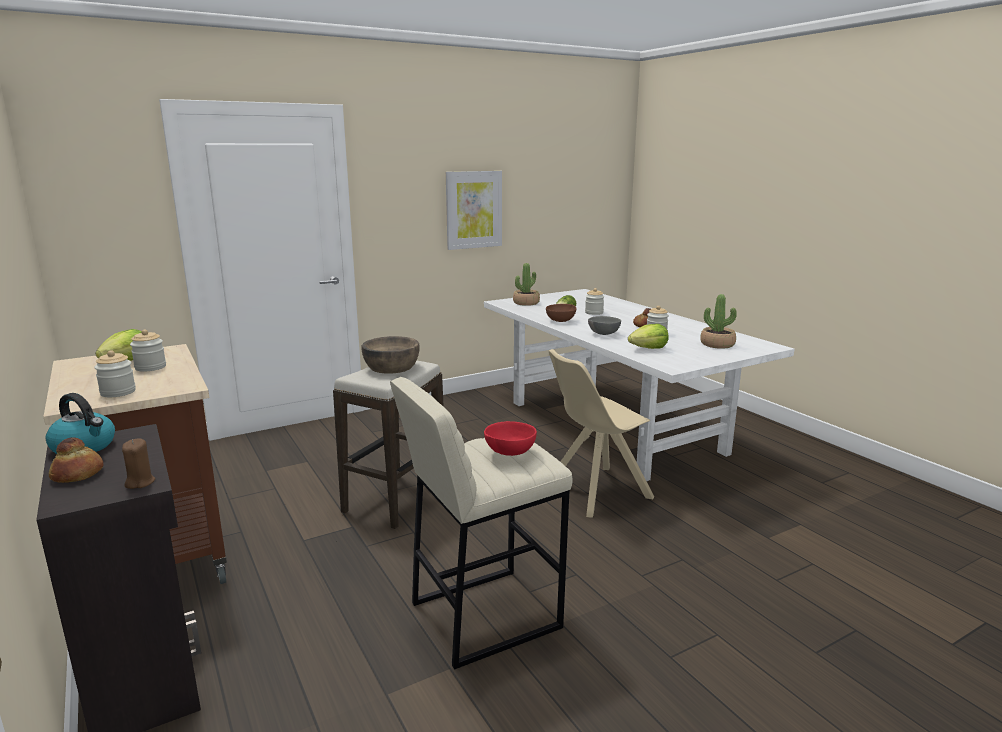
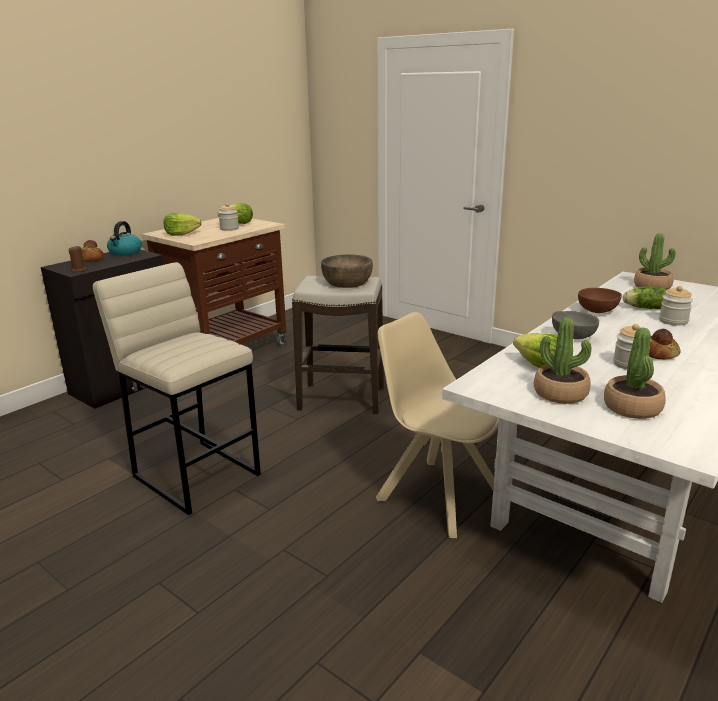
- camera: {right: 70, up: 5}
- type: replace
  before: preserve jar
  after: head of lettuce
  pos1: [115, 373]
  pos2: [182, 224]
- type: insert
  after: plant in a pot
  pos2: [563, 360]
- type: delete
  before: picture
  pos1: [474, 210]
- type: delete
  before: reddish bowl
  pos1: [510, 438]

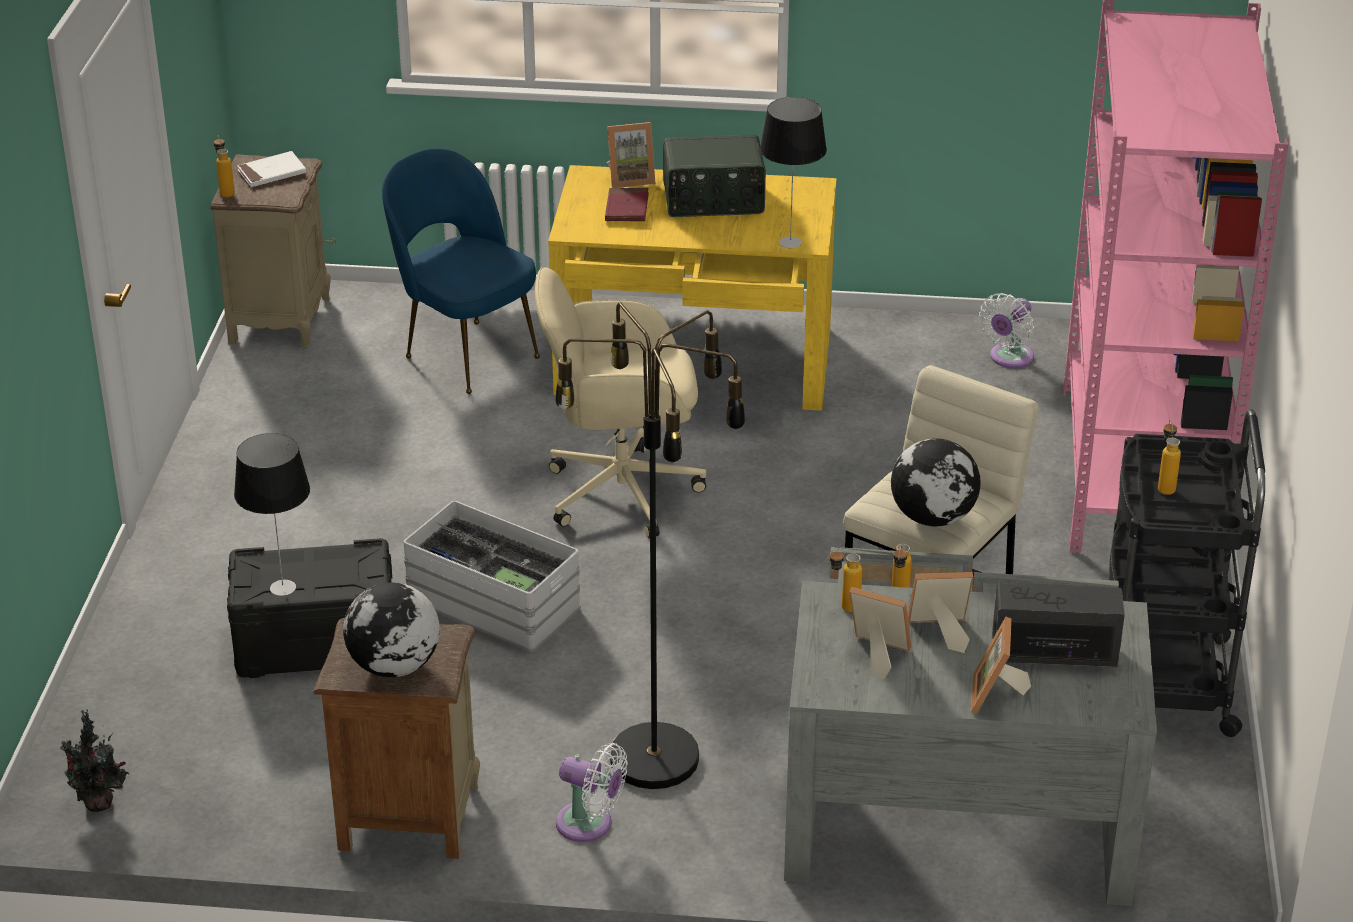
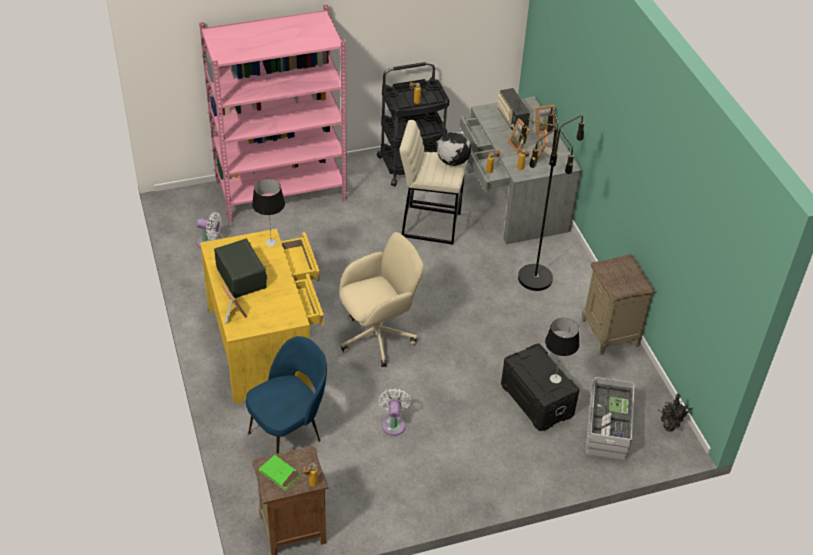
- camera: {right: -115, up: 10}
- type: rotate
  before: blue chair
  pos1: [461, 271]
  pos2: [286, 394]
  turn: -150
- type: recolor
  before: white book
  after: green book
  pos1: [271, 169]
  pos2: [280, 472]
- type: rotate
  before: beige office chair
  pos1: [620, 402]
  pos2: [381, 299]
  turn: -90
- type: move
  before: white cooling fan
  pos1: [592, 792]
  pos2: [395, 412]
- type: move
  before: gray storage box
  pos1: [492, 576]
  pos2: [610, 419]
- type: delete
  before: globe
  pos1: [391, 630]
- type: delete
  before: reddish book
  pos1: [627, 204]

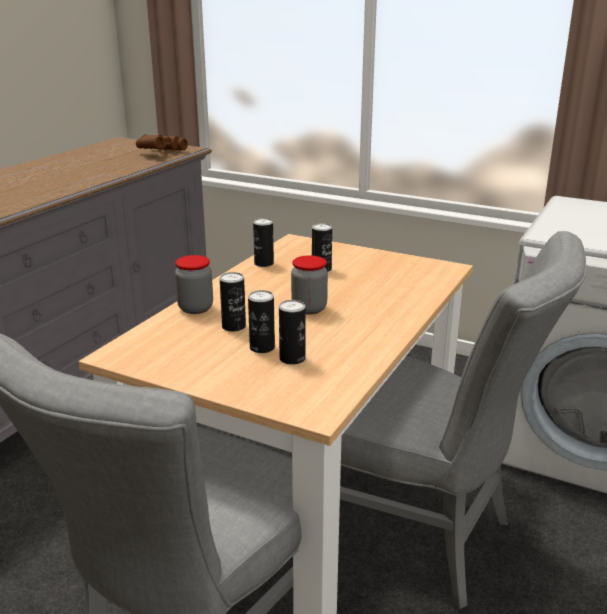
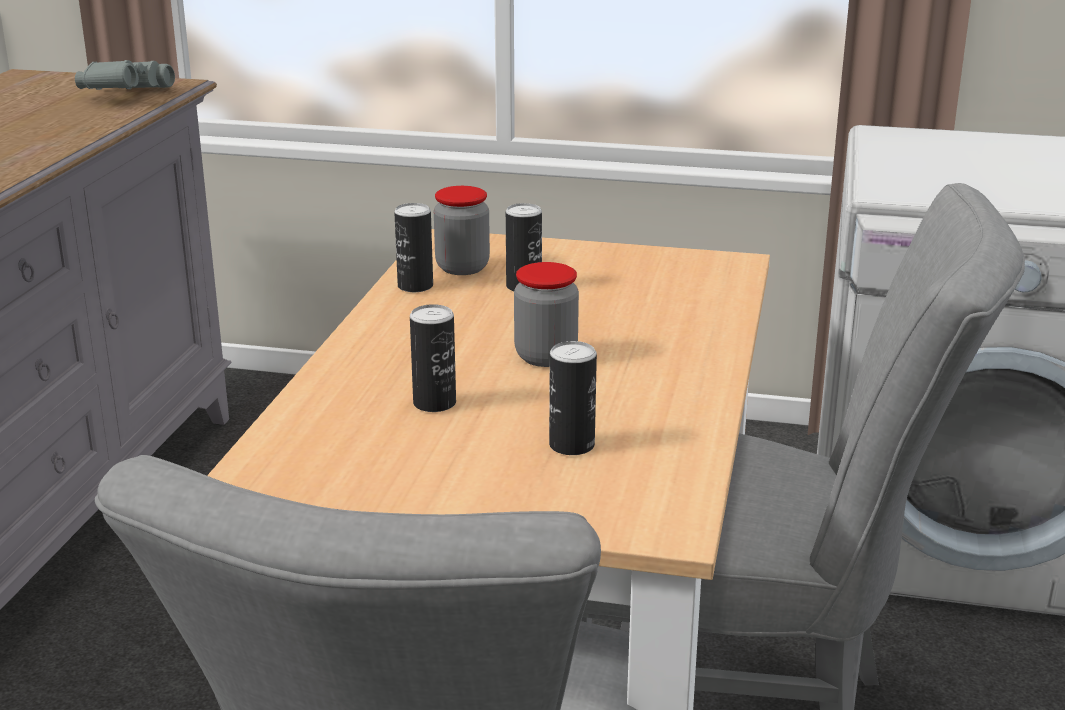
- camera: {right: -15, up: 0}
- type: recolor
  before: brown pair of binoculars
  after: gray pair of binoculars
  pos1: [162, 142]
  pos2: [125, 75]
- type: move
  before: preserve jar
  pos1: [194, 284]
  pos2: [462, 230]
- type: delete
  before: metal can
  pos1: [261, 321]

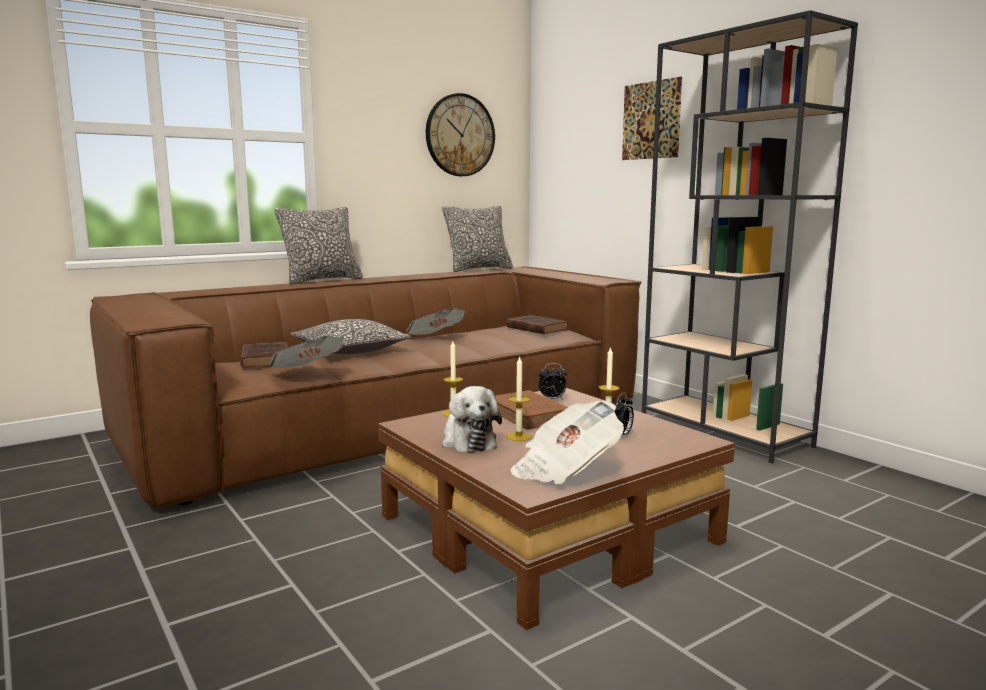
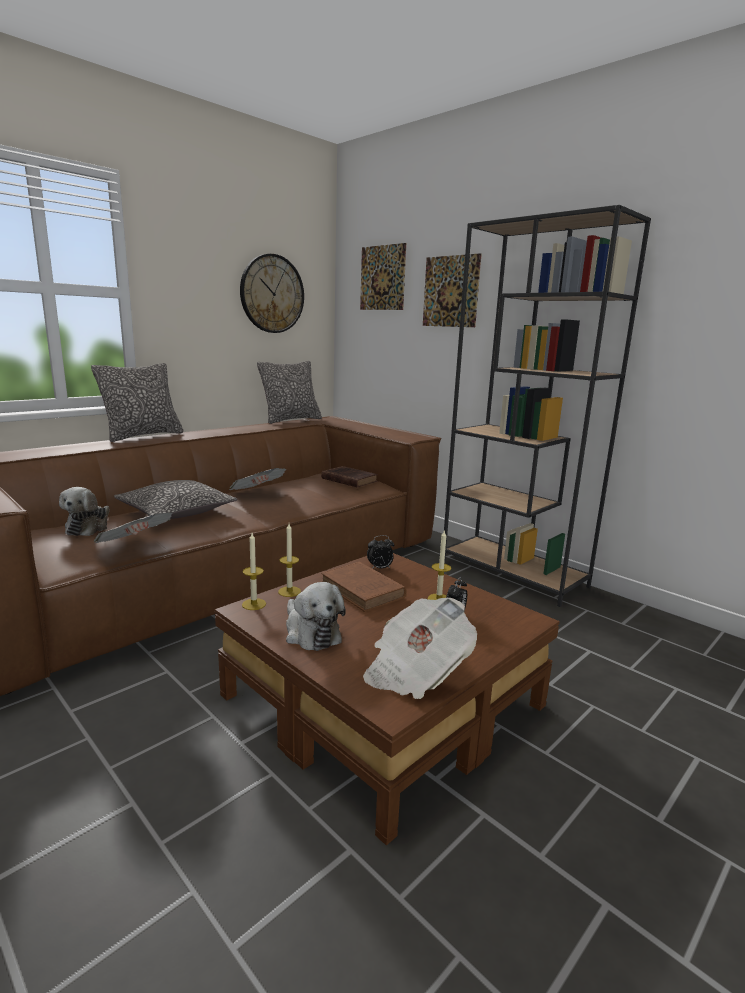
- camera: {right: -10, up: 5}
- type: replace
  before: brown book
  after: plush toy
  pos1: [264, 355]
  pos2: [84, 511]
- type: move
  before: wax candle
  pos1: [519, 398]
  pos2: [254, 571]
- type: insert
  after: picture
  pos2: [383, 276]

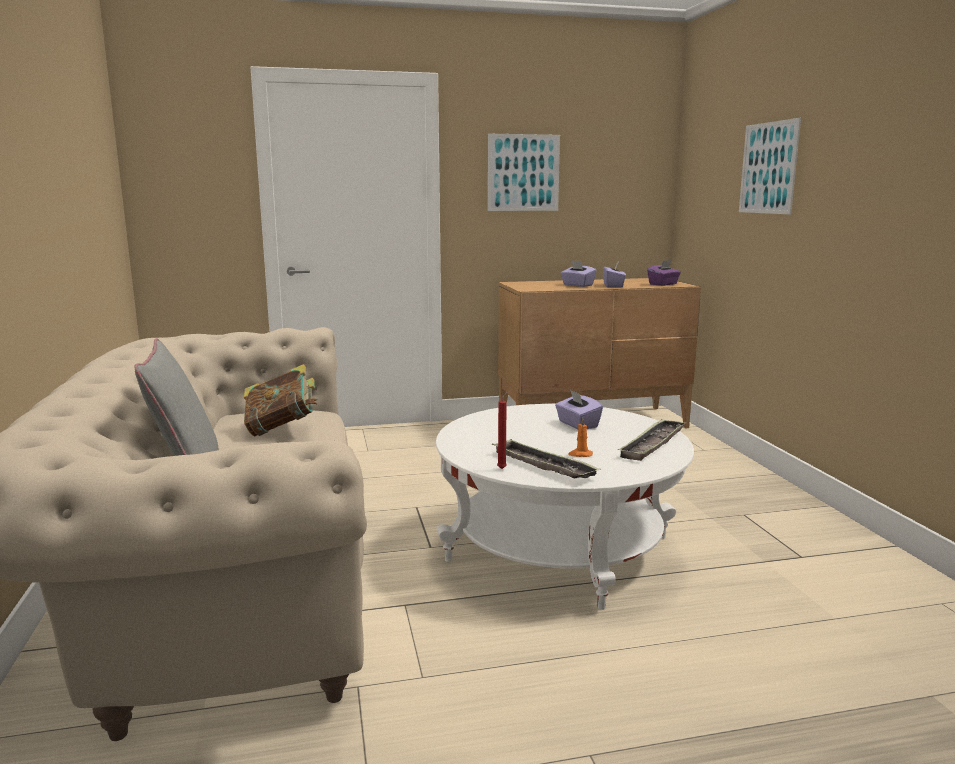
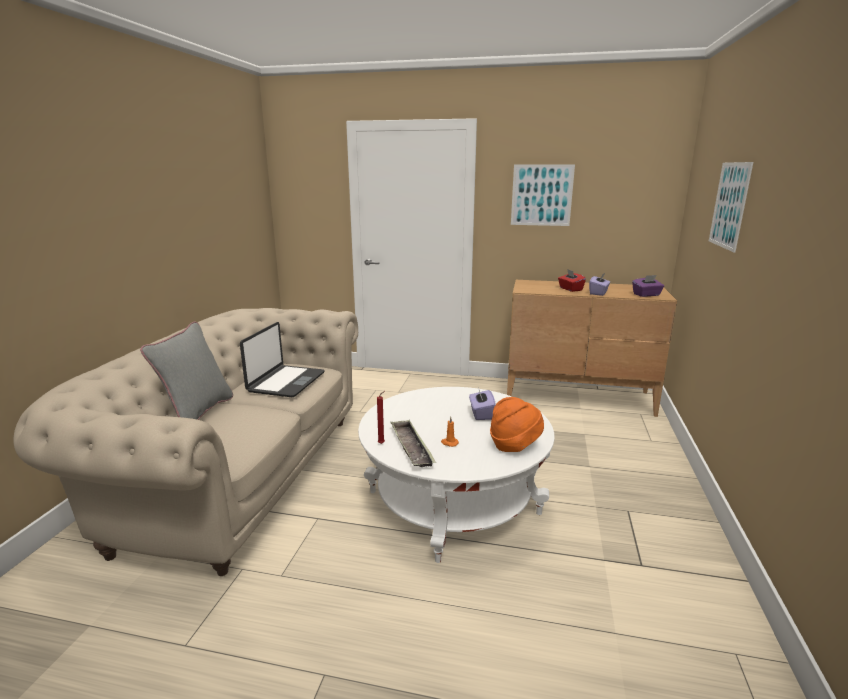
- camera: {right: 25, up: 5}
- type: replace
  before: book
  after: portable computer
  pos1: [280, 400]
  pos2: [282, 359]
- type: replace
  before: carrying tray
  after: orange hat
  pos1: [652, 440]
  pos2: [517, 424]
- type: recolor
  before: purplish tissue holder
  after: reddish tissue holder
  pos1: [579, 273]
  pos2: [572, 280]

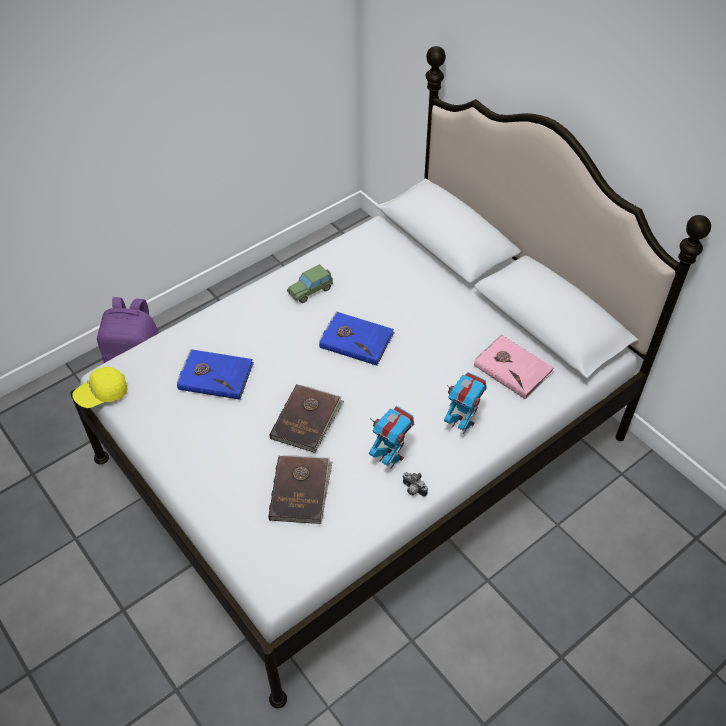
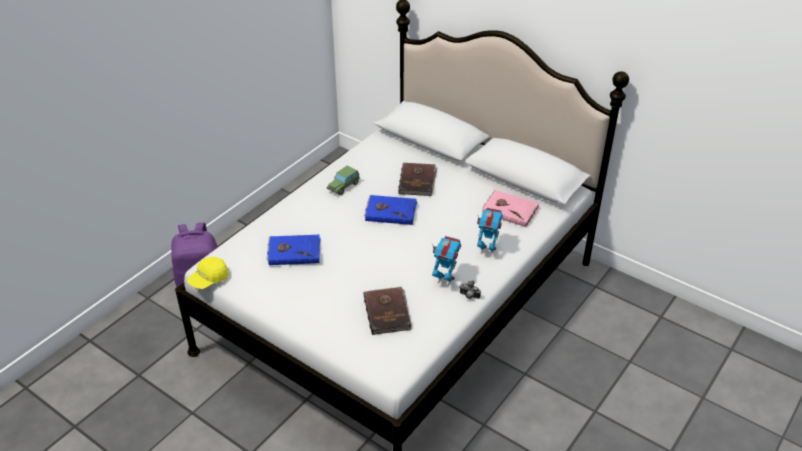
- camera: {right: -15, up: -10}
- type: move
  before: brown book
  pos1: [306, 418]
  pos2: [418, 179]

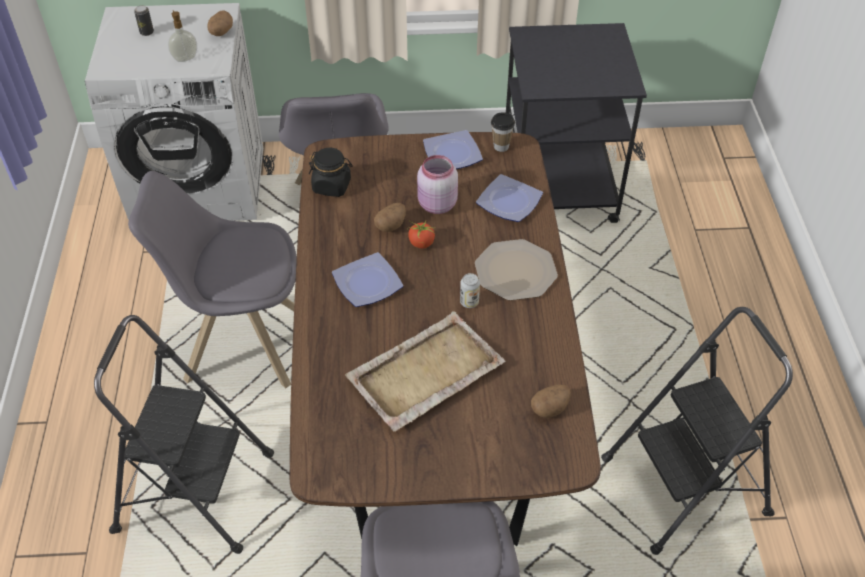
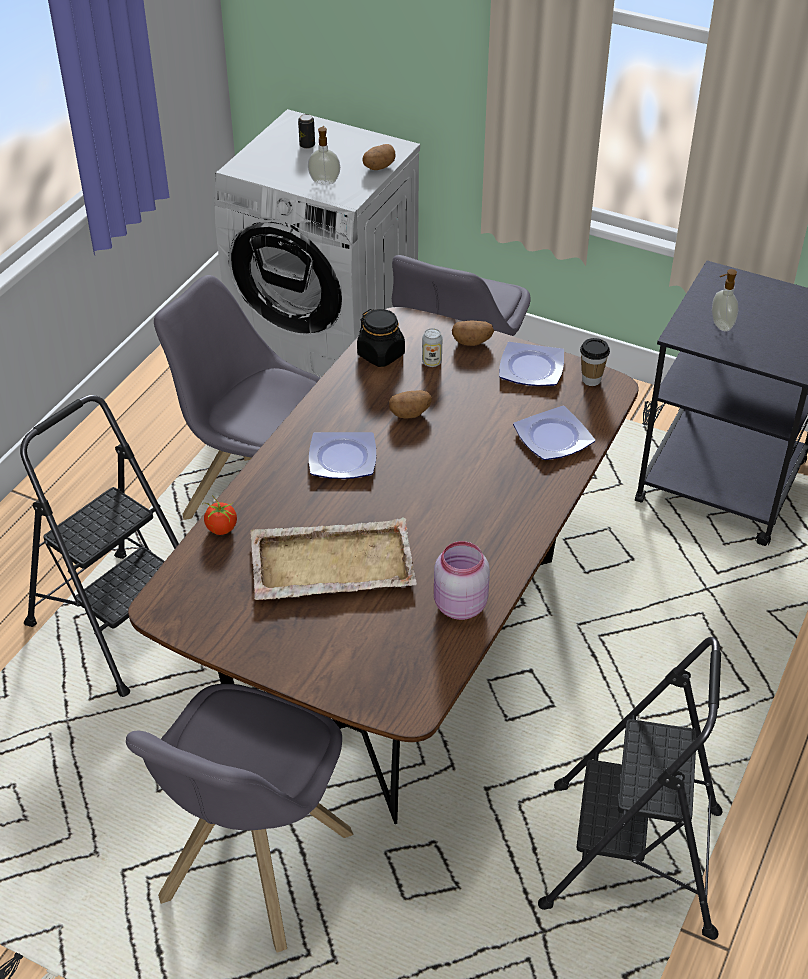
- camera: {right: 30, up: -5}
- type: move
  before: whole tomato
  pos1: [421, 235]
  pos2: [219, 515]
- type: move
  before: metal can
  pos1: [470, 290]
  pos2: [432, 347]
- type: move
  before: pinkish preserve jar
  pos1: [437, 184]
  pos2: [462, 580]
- type: move
  before: spud
  pos1: [551, 401]
  pos2: [473, 333]
- type: insert
  after: liquid soap bottle
  pos2: [725, 300]
- type: delete
  before: flat dish
  pos1: [516, 270]

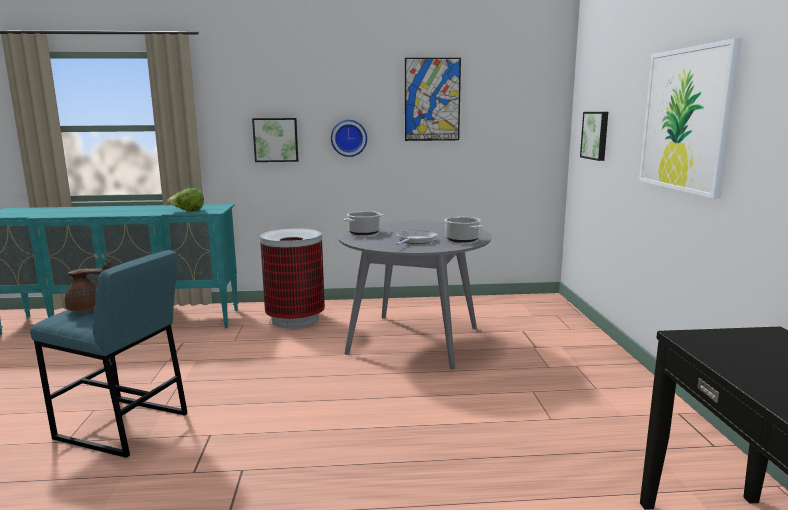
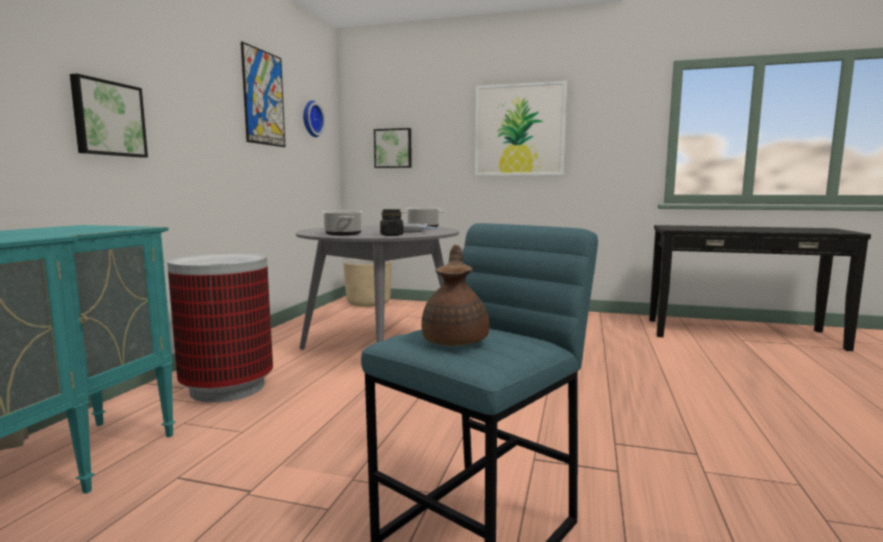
- camera: {right: -70, up: -5}
- type: move
  before: hanging clock
  pos1: [349, 138]
  pos2: [314, 118]
- type: insert
  after: beige plant pot
  pos2: [367, 283]
- type: insert
  after: black preserve jar
  pos2: [392, 222]
- type: delete
  before: head of lettuce
  pos1: [185, 199]

